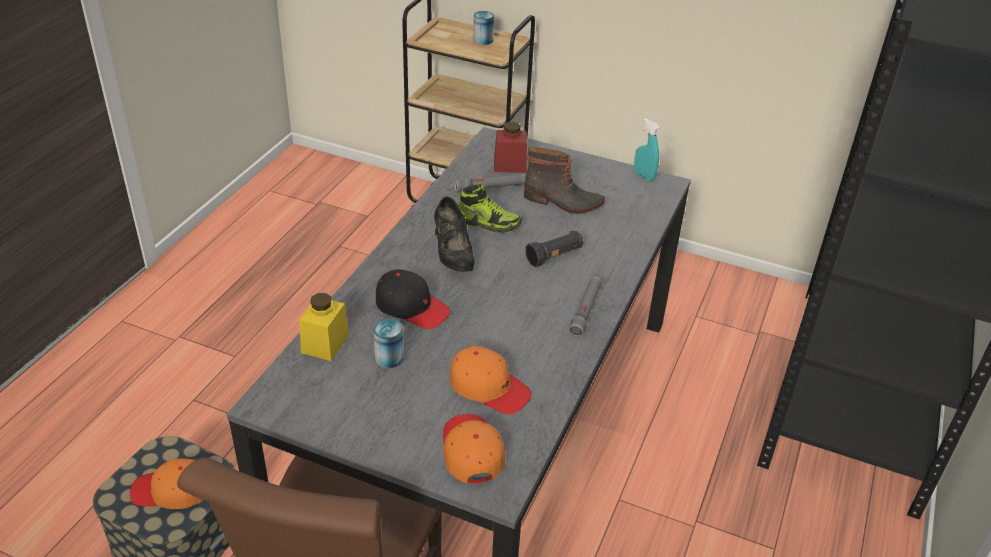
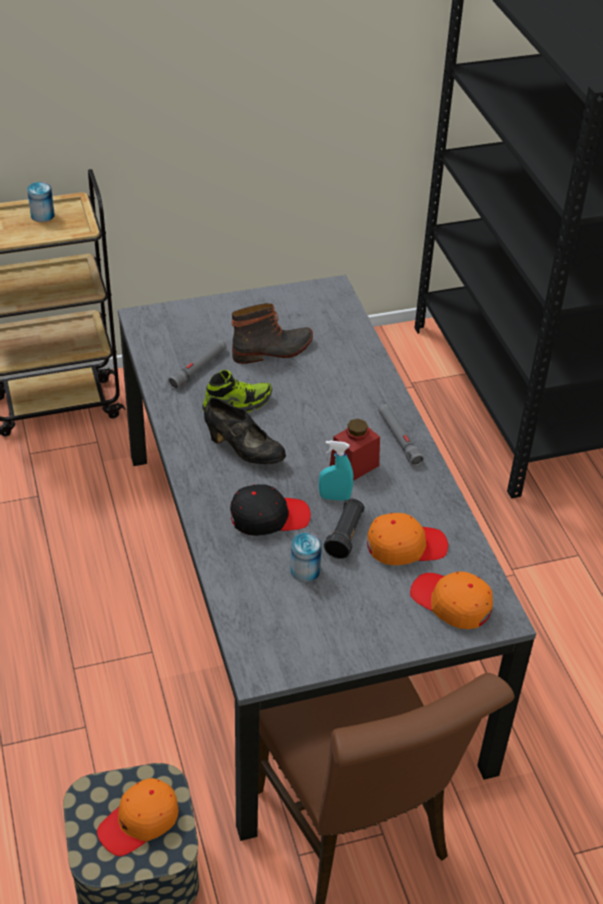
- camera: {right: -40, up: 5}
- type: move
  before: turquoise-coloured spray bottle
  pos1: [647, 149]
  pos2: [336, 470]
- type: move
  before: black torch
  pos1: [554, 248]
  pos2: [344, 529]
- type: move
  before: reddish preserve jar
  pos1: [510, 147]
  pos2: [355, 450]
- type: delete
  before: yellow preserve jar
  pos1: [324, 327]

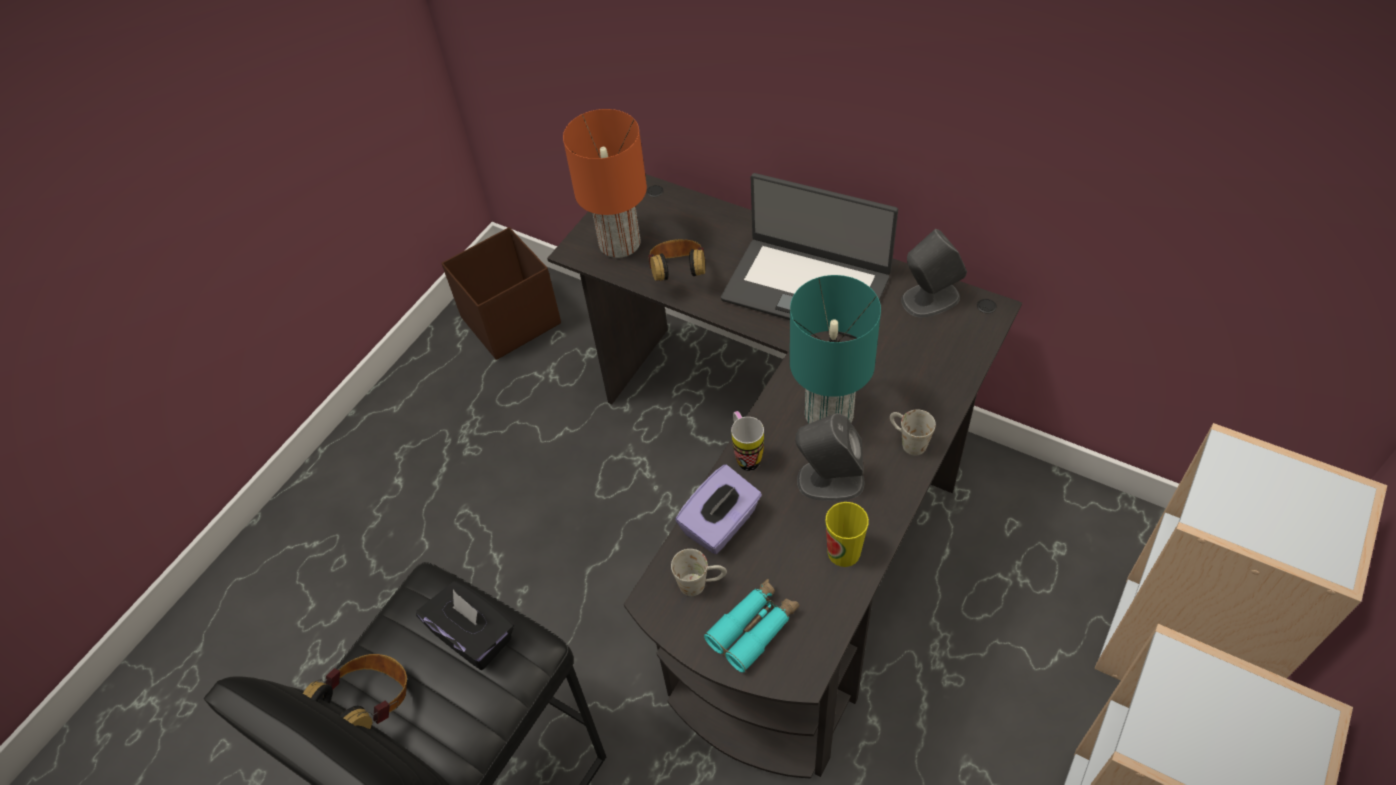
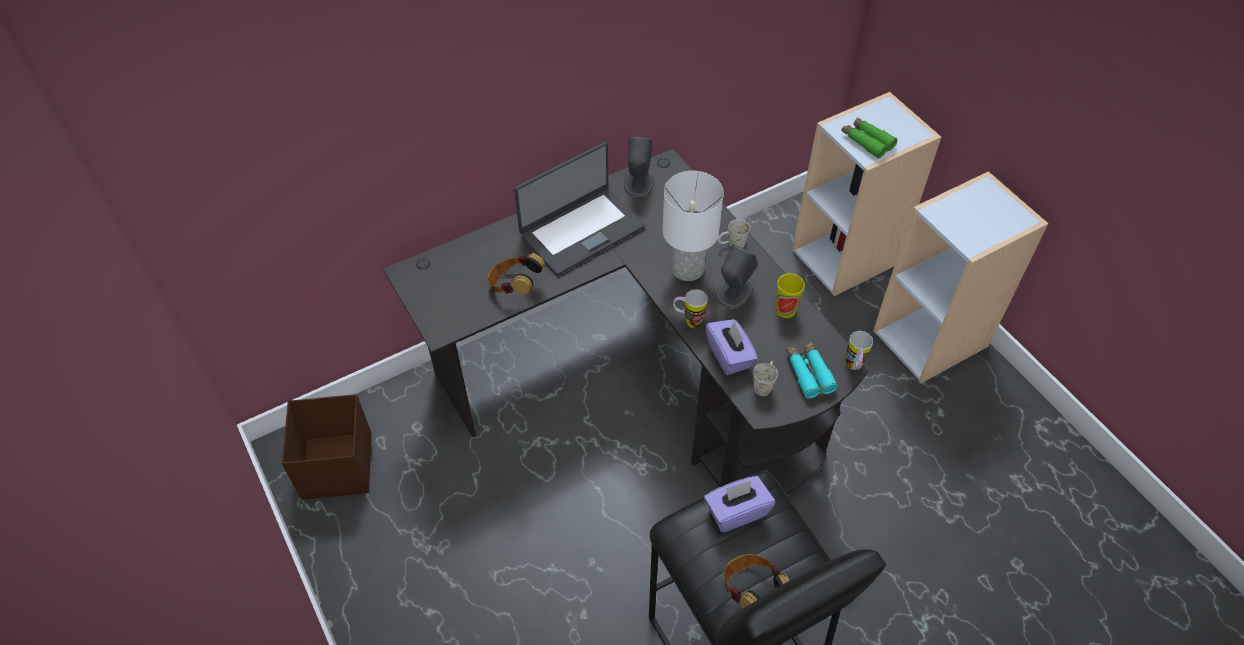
- camera: {right: -65, up: 0}
- type: recolor
  before: turquoise-coloured tabletop lamp
  after: white tabletop lamp
  pos1: [835, 349]
  pos2: [693, 226]
- type: recolor
  before: black tissue holder
  after: purplish tissue holder
  pos1: [465, 625]
  pos2: [739, 504]
- type: insert
  after: green pair of binoculars
  pos2: [869, 137]
- type: insert
  after: coffee mug
  pos2: [859, 350]
- type: delete
  before: orange tabletop lamp
  pos1: [605, 183]

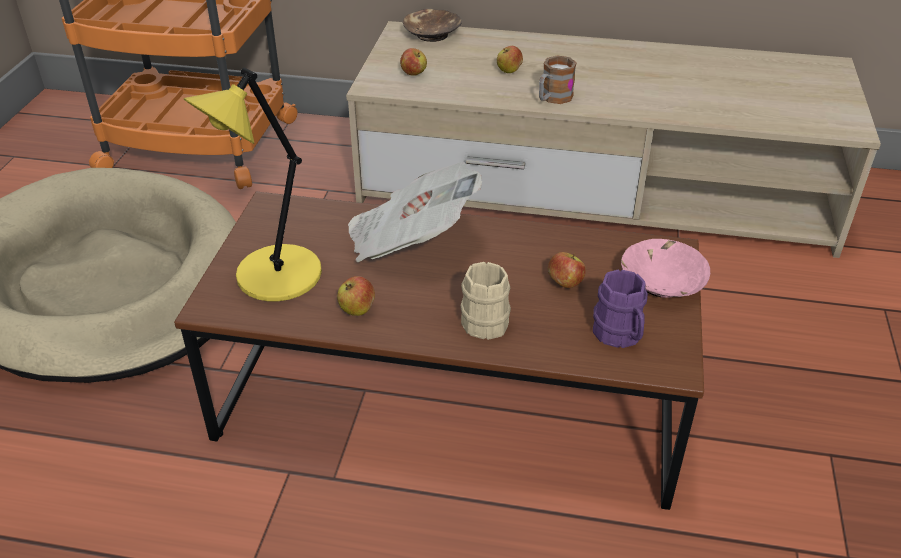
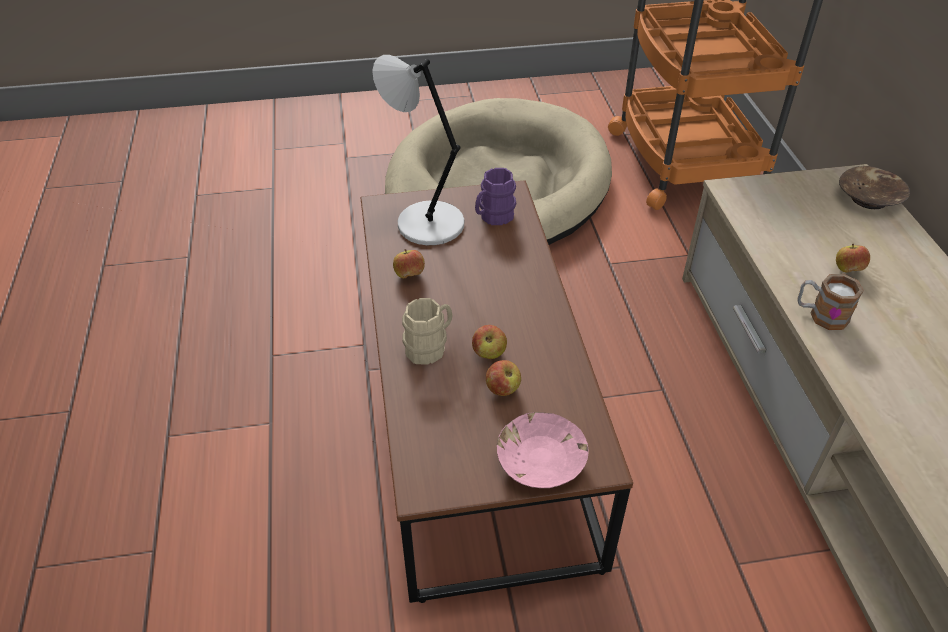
- camera: {right: 70, up: 5}
- type: recolor
  before: yellow tabletop lamp
  after: gray tabletop lamp
  pos1: [253, 184]
  pos2: [418, 150]
- type: move
  before: apple
  pos1: [413, 62]
  pos2: [489, 342]
- type: move
  before: purplish coffee mug
  pos1: [620, 308]
  pos2: [495, 196]
- type: delete
  before: daily paper
  pos1: [415, 212]

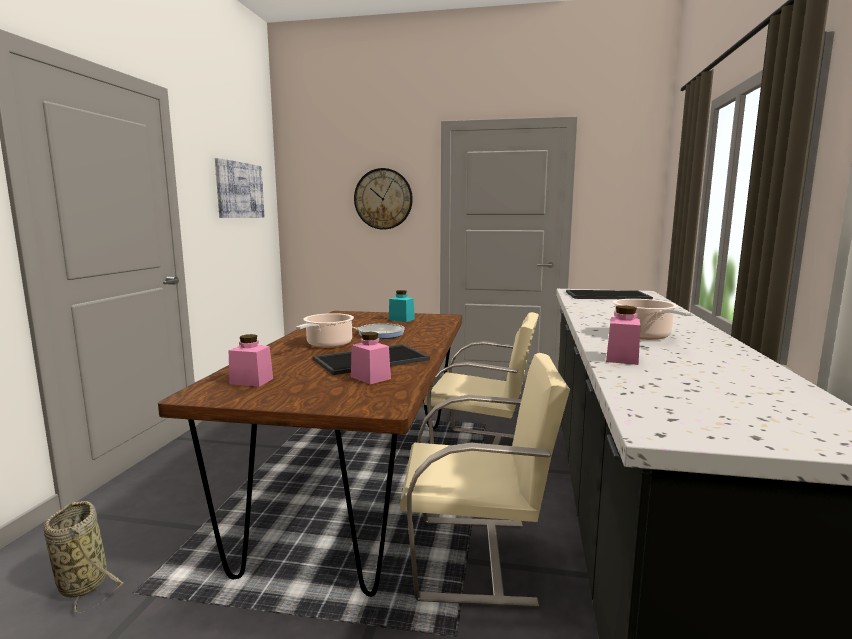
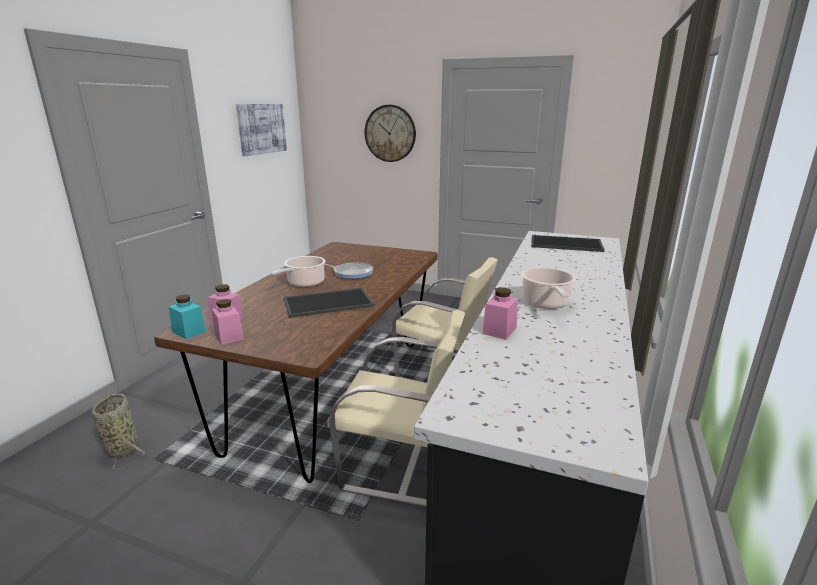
- camera: {right: 10, up: 10}
- type: move
  before: turquoise-coloured preserve jar
  pos1: [402, 306]
  pos2: [187, 317]
- type: move
  before: pinkish preserve jar
  pos1: [371, 358]
  pos2: [228, 322]

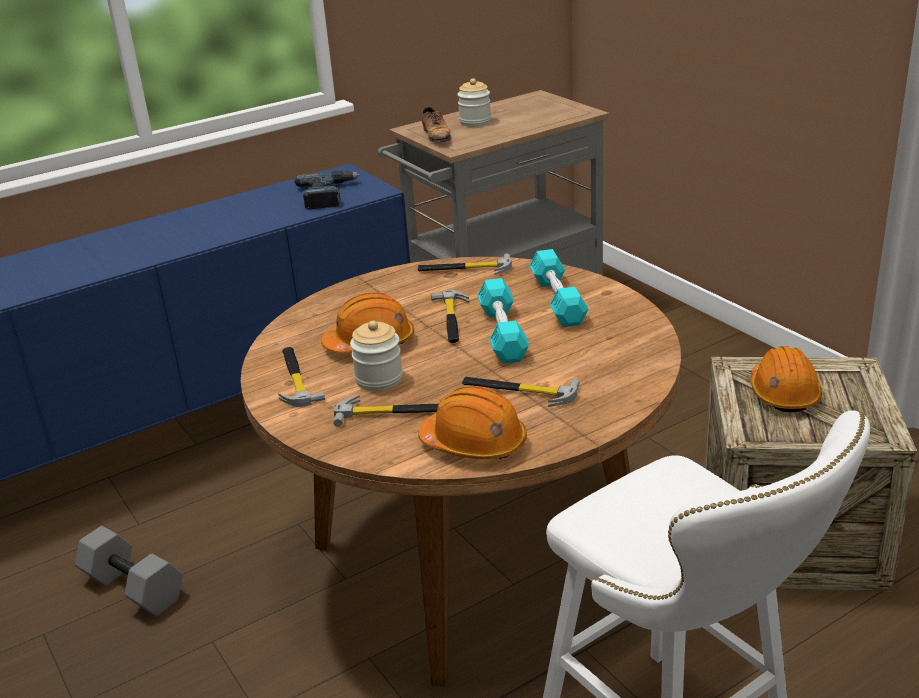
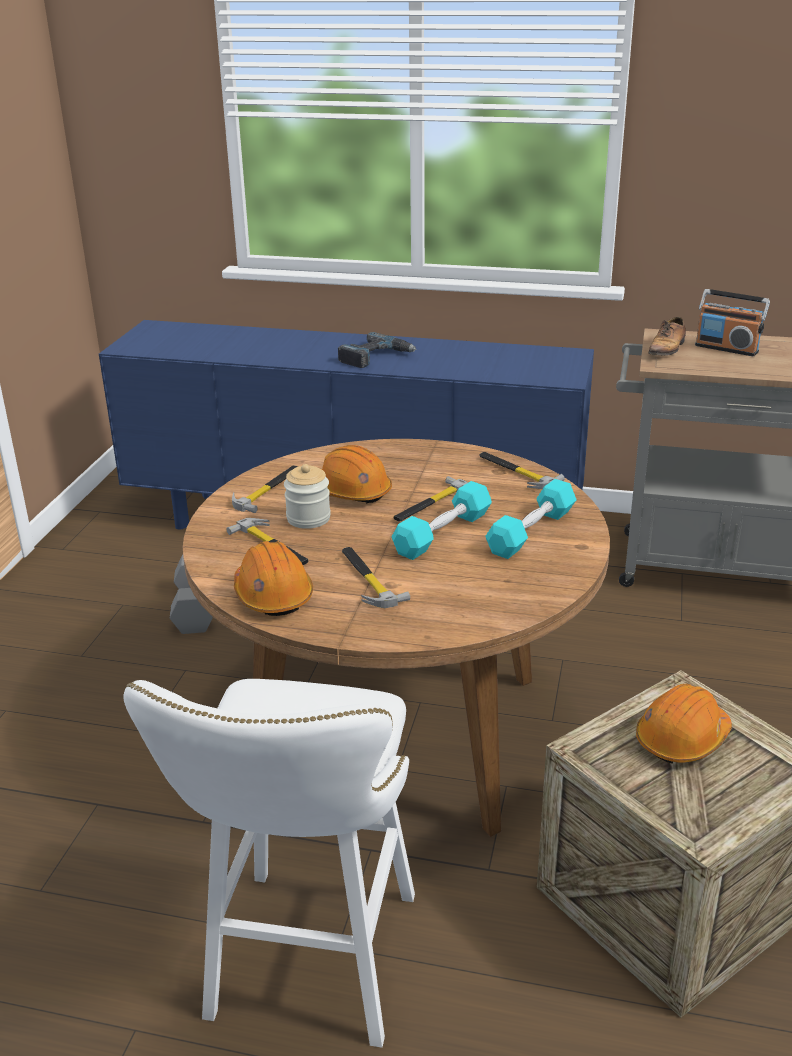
- camera: {right: 45, up: 0}
- type: move
  before: drill
  pos1: [327, 190]
  pos2: [377, 350]
- type: replace
  before: preserve jar
  after: radio receiver
  pos1: [474, 102]
  pos2: [732, 322]

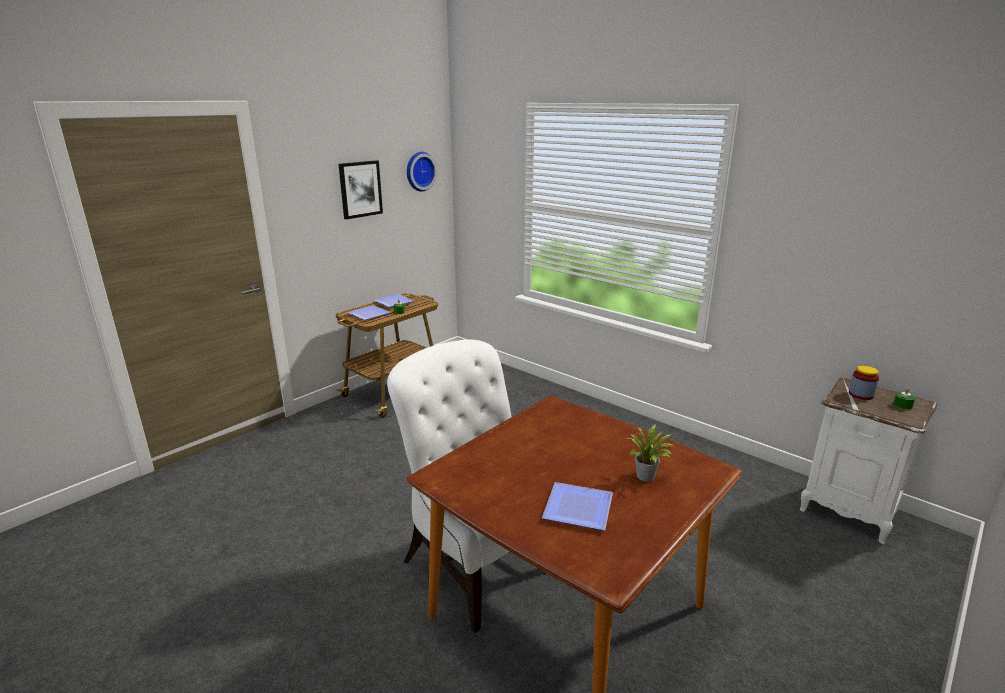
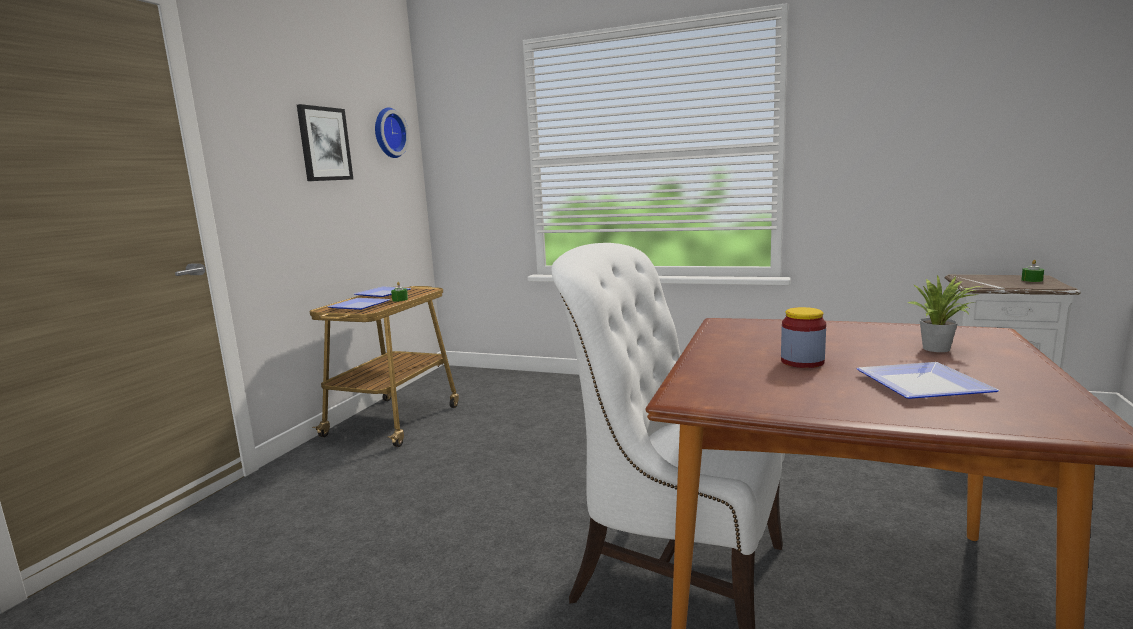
- camera: {right: -20, up: -10}
- type: move
  before: preserve jar
  pos1: [864, 383]
  pos2: [803, 337]

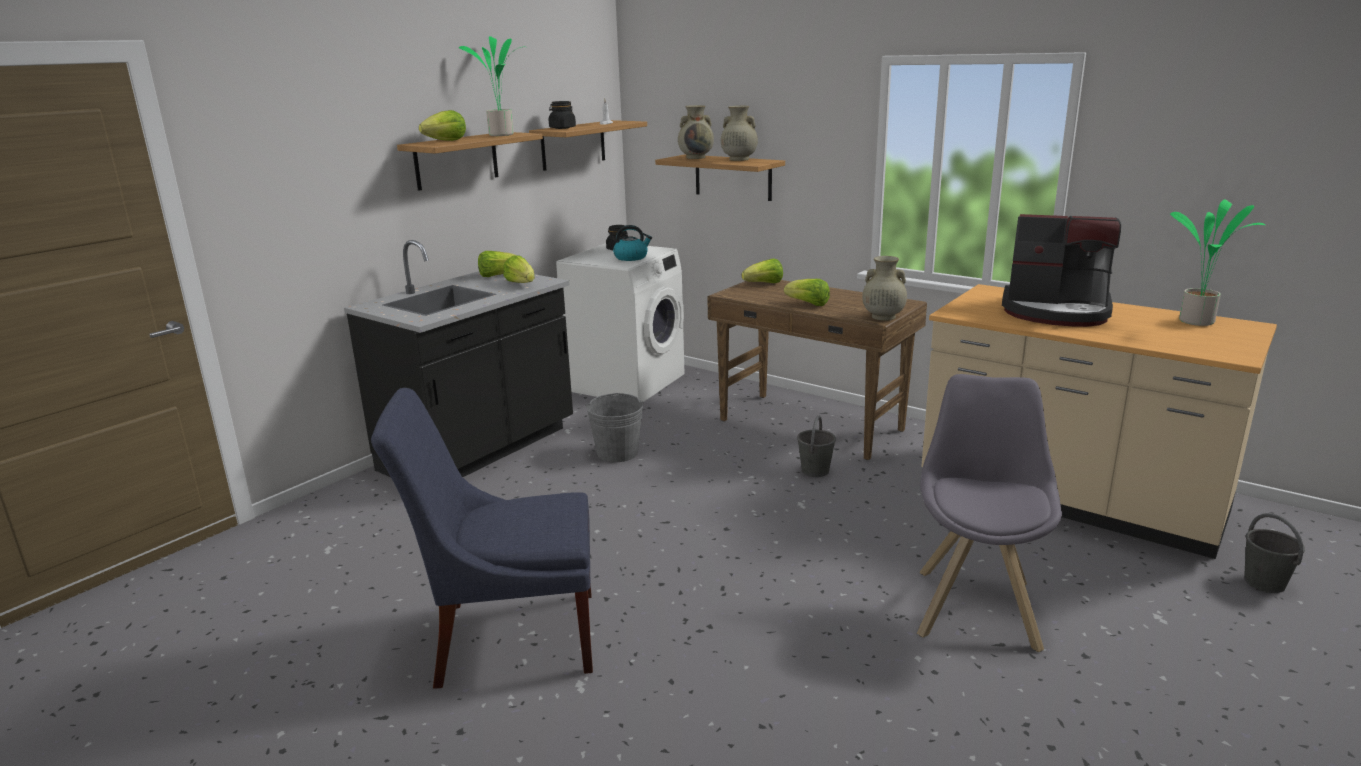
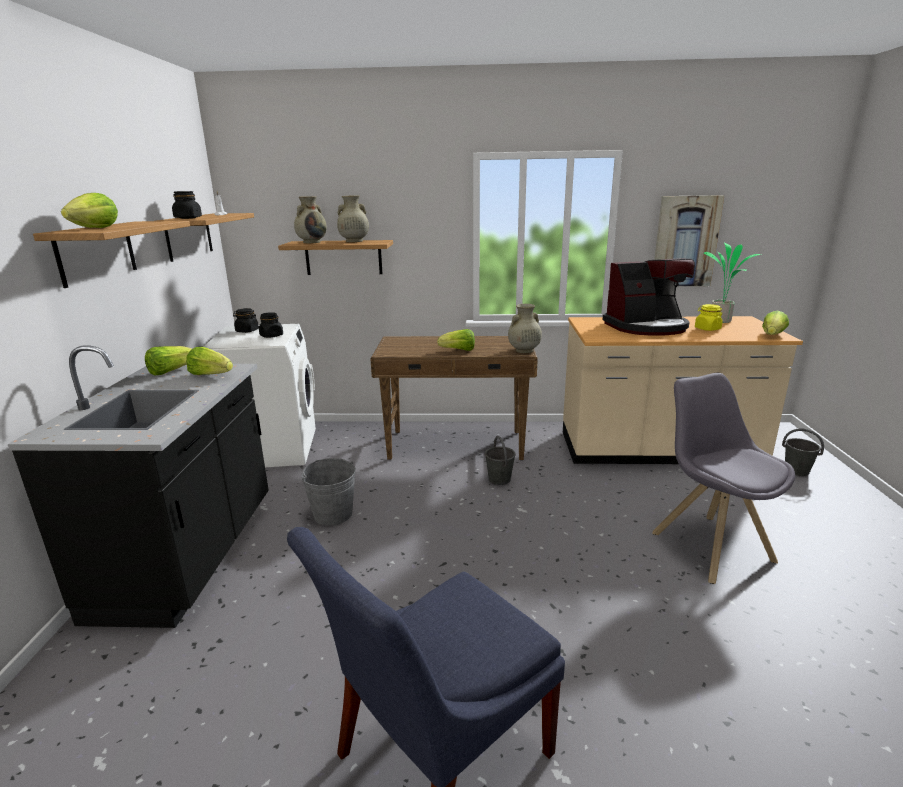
- camera: {right: -35, up: 0}
- type: replace
  before: tea kettle
  after: black preserve jar
  pos1: [632, 243]
  pos2: [271, 325]
- type: insert
  after: picture
  pos2: [689, 240]
- type: insert
  after: yellow preserve jar
  pos2: [708, 317]
- type: move
  before: head of lettuce
  pos1: [762, 270]
  pos2: [775, 323]
- type: delete
  before: plant in a pot
  pos1: [490, 86]

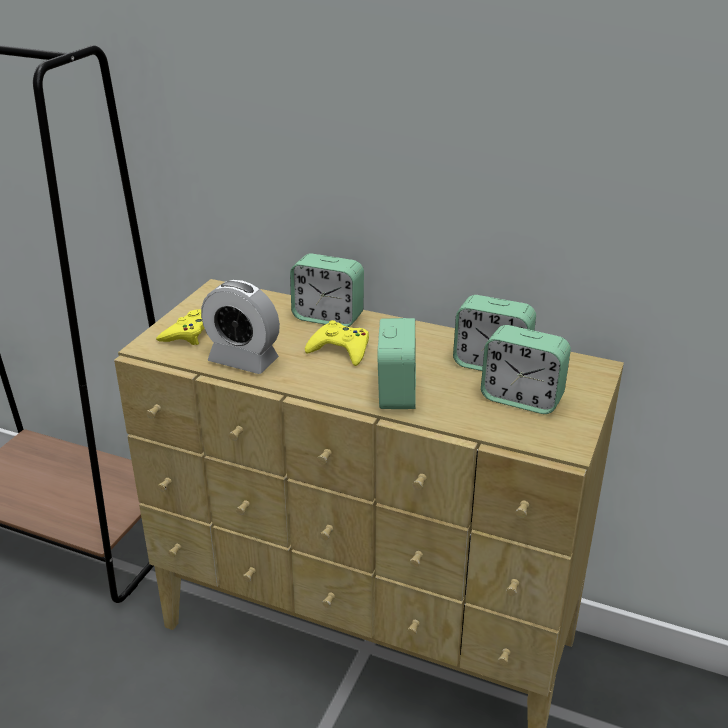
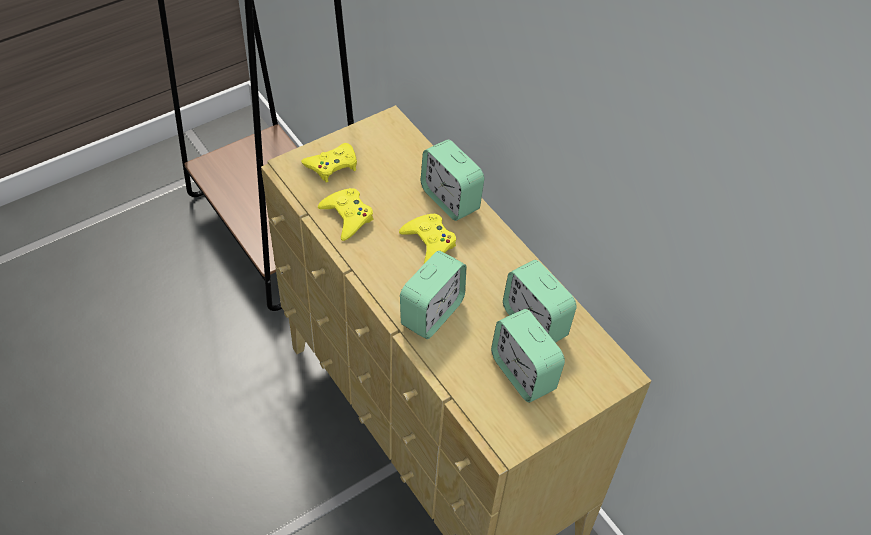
- camera: {right: 30, up: 20}
- type: replace
  before: alarm clock
  after: yellow joypad
  pos1: [240, 327]
  pos2: [345, 214]

